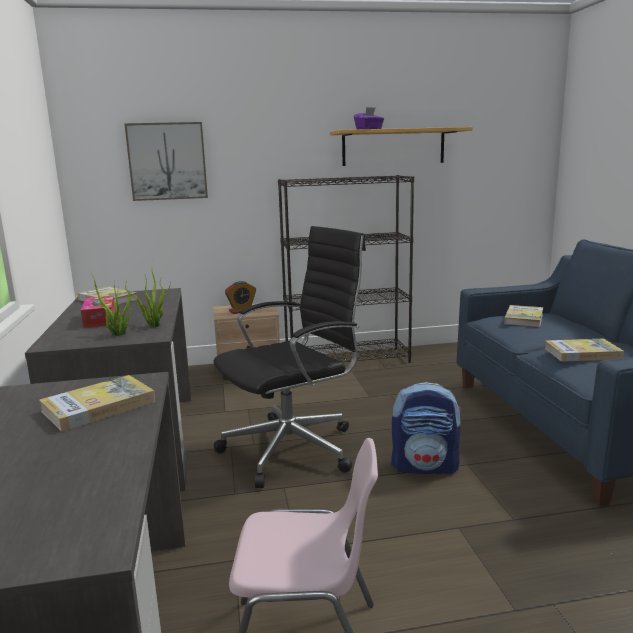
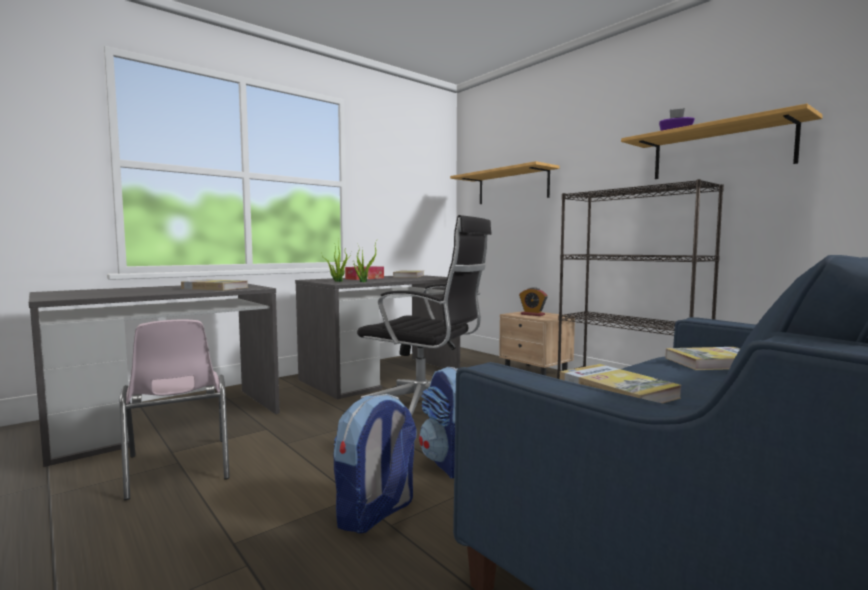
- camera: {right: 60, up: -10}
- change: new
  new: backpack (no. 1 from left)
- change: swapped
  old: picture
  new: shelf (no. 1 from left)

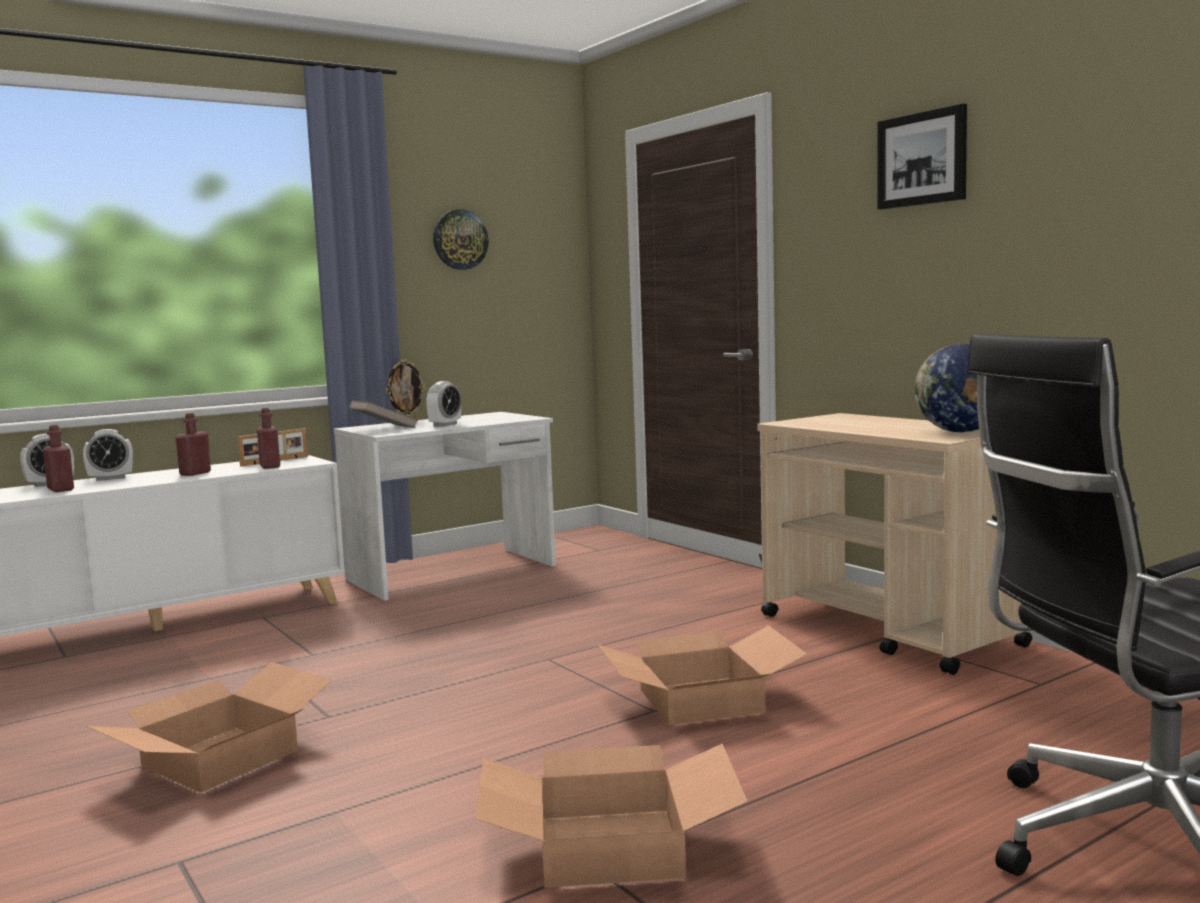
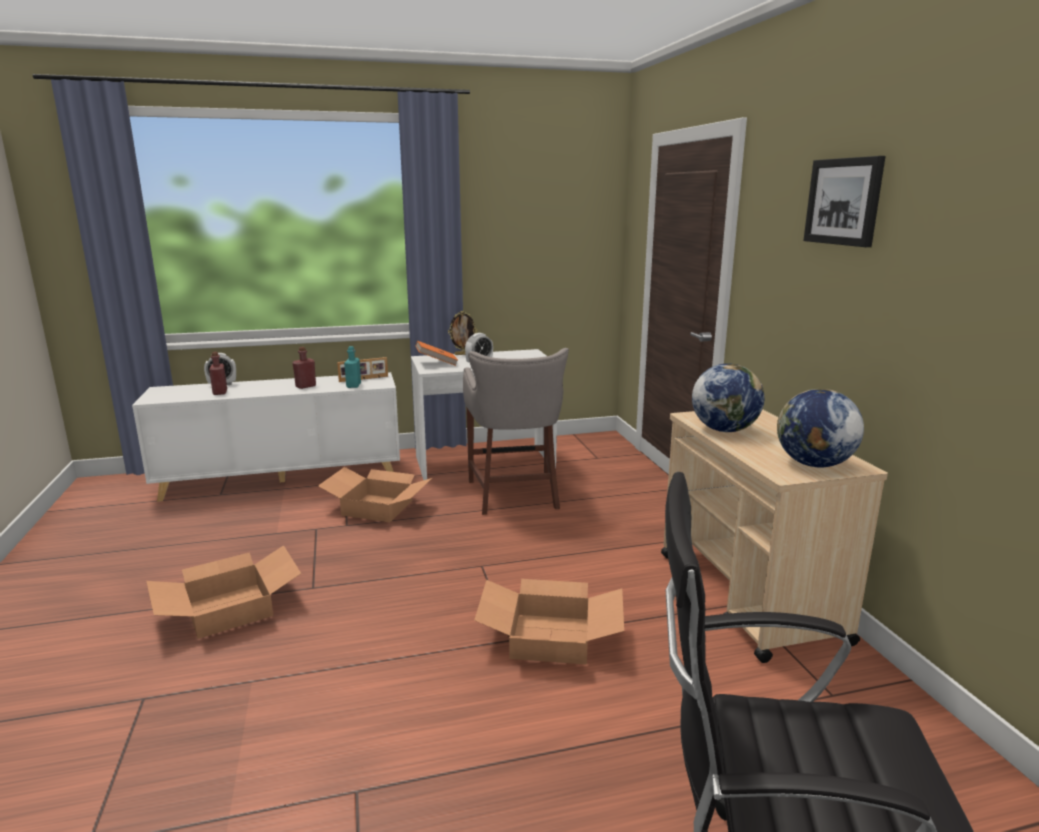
- camera: {right: 20, up: 10}
- change: gone
  old: alarm clock (no. 2 from left)
- change: gone
  old: wall clock
- change: new
  new: grey stool
- change: new
  new: globe (no. 1 from left)
- change: shifted
  old: cardboard box (no. 2 from left)
- change: repainted
  old: red bottle (no. 3 from left)
  new: turquoise bottle
- change: repainted
  old: grey book
  new: orange book

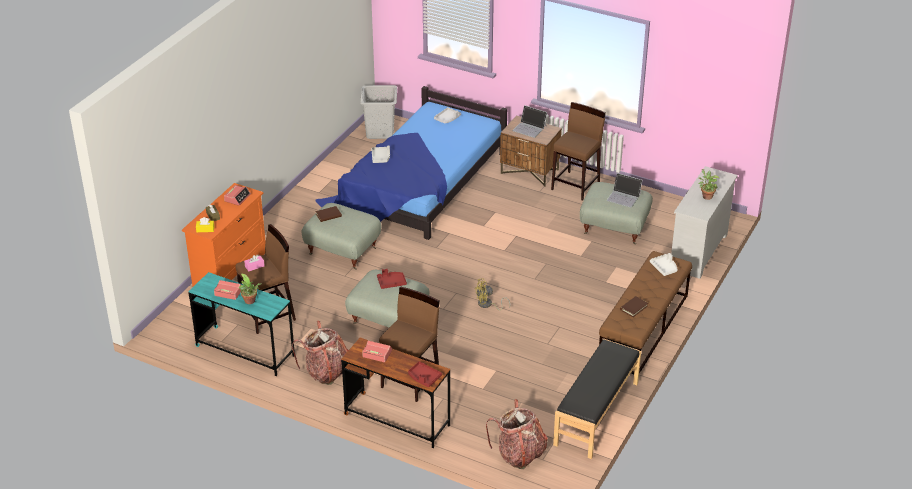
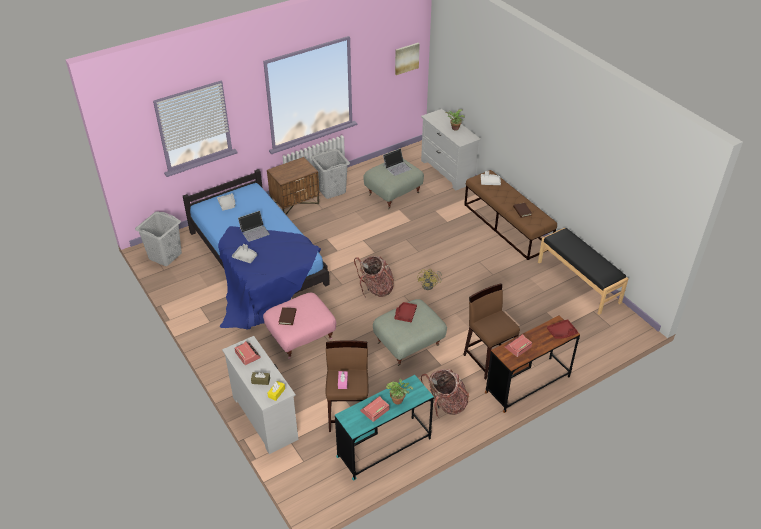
- camera: {right: -60, up: 5}
- change: new
  new: picture
- change: shifted
  old: backpack (no. 2 from left in the first image)
  new: backpack (no. 1 from left)
- change: shifted
  old: laptop (no. 1 from left)
- change: swapped
  old: brown stool (no. 3 from left)
  new: grey laundry basket (no. 2 from left)
- change: repainted
  old: orange dresser
  new: white dresser (no. 1 from left)
- change: repainted
  old: grey ottoman (no. 1 from left)
  new: pink ottoman

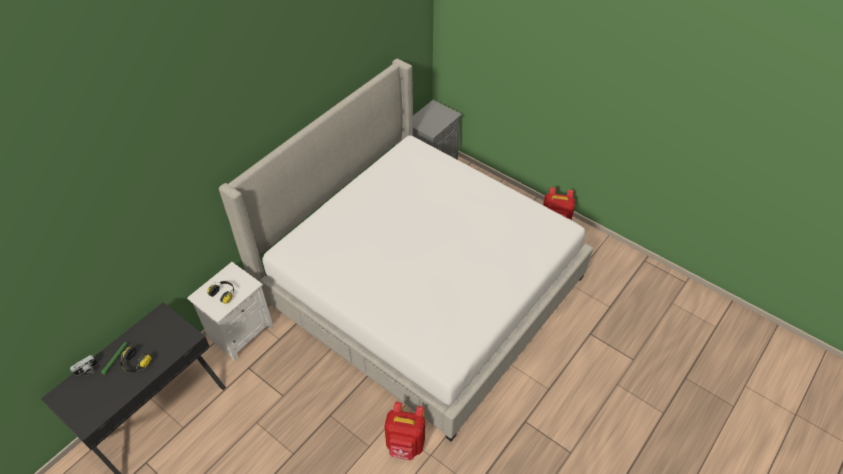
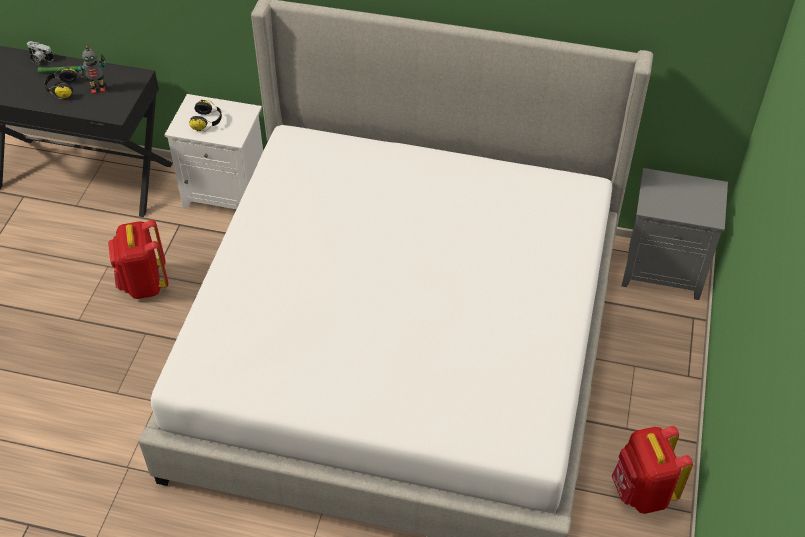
- camera: {right: 65, up: 0}
- change: new
  new: toy robot
- change: shifted
  old: red backpack (no. 1 from left)

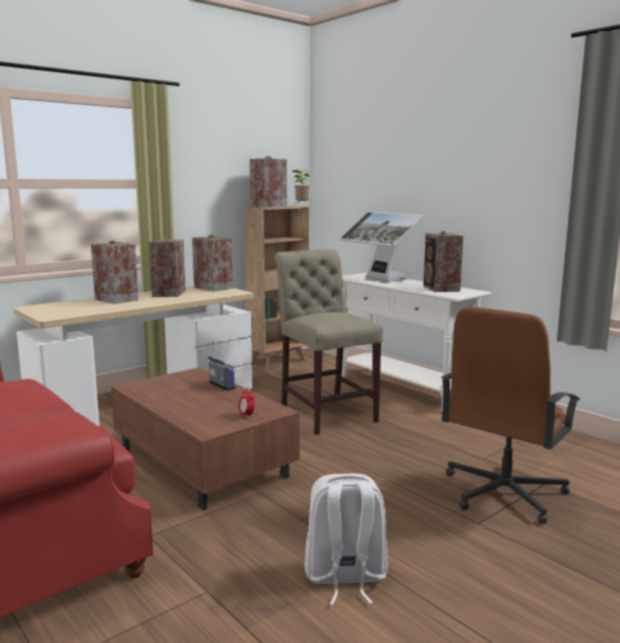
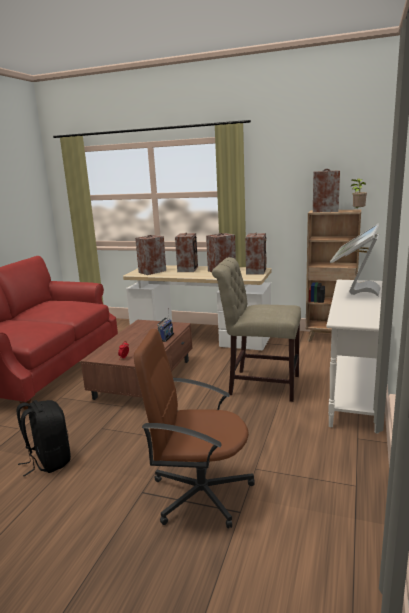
- camera: {right: 60, up: 5}
- change: shifted
  old: speaker (no. 5 from left in the first image)
  new: speaker (no. 1 from left)
- change: repainted
  old: white backpack
  new: black backpack
- change: rotated
  old: beige chair
  degrees: -105

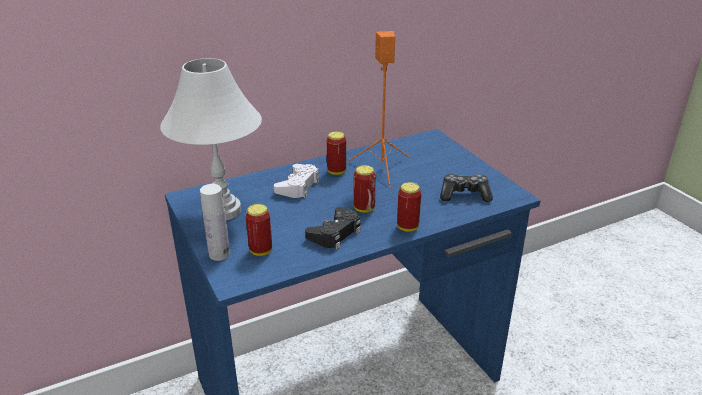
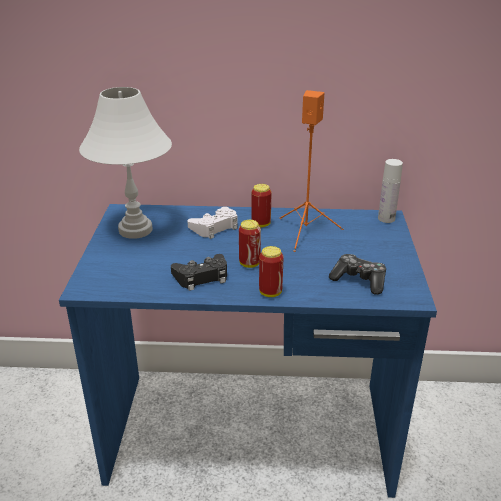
- camera: {right: 30, up: 0}
- change: gone
  old: can (no. 1 from left)
- change: shifted
  old: white bottle

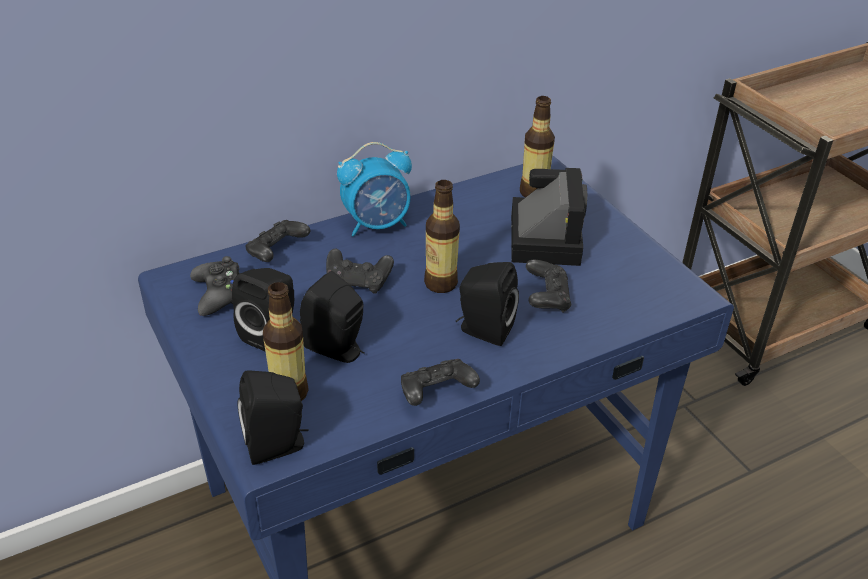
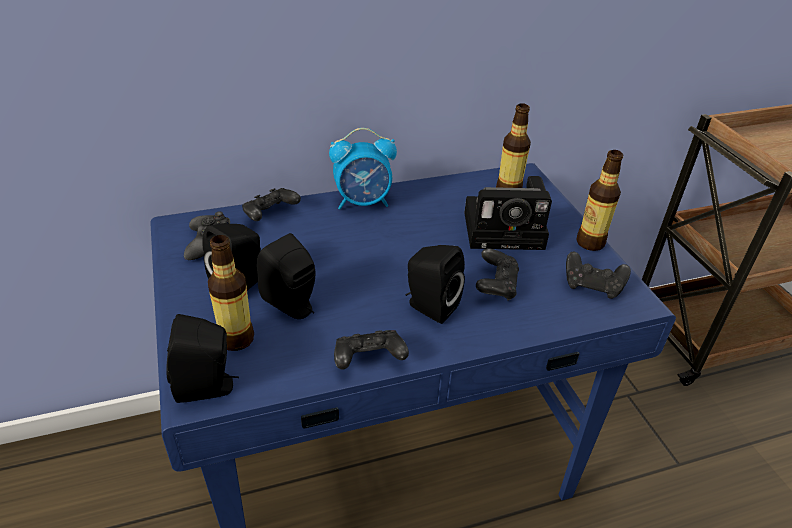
- camera: {right: 10, up: 0}
- change: shifted
  old: black game controller (no. 3 from left in the first image)
  new: black game controller (no. 5 from left)
- change: shifted
  old: bottle (no. 2 from left in the first image)
  new: bottle (no. 3 from left)
- change: rotated
  old: photo camera
  degrees: 75

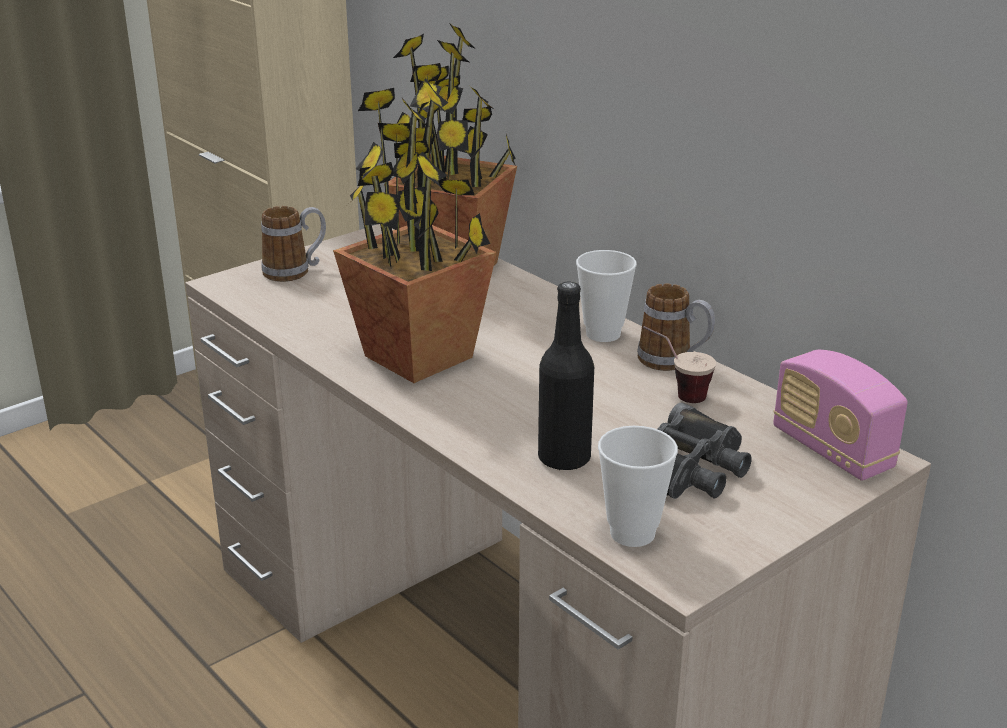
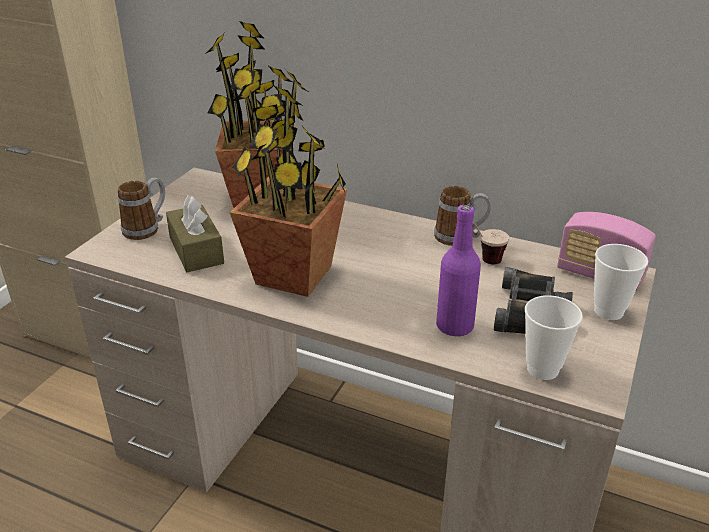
- camera: {right: -25, up: 5}
- change: new
  new: brown tissue box
- change: shifted
  old: cup (no. 1 from left in the first image)
  new: cup (no. 3 from left)
- change: repainted
  old: black bottle
  new: purple bottle

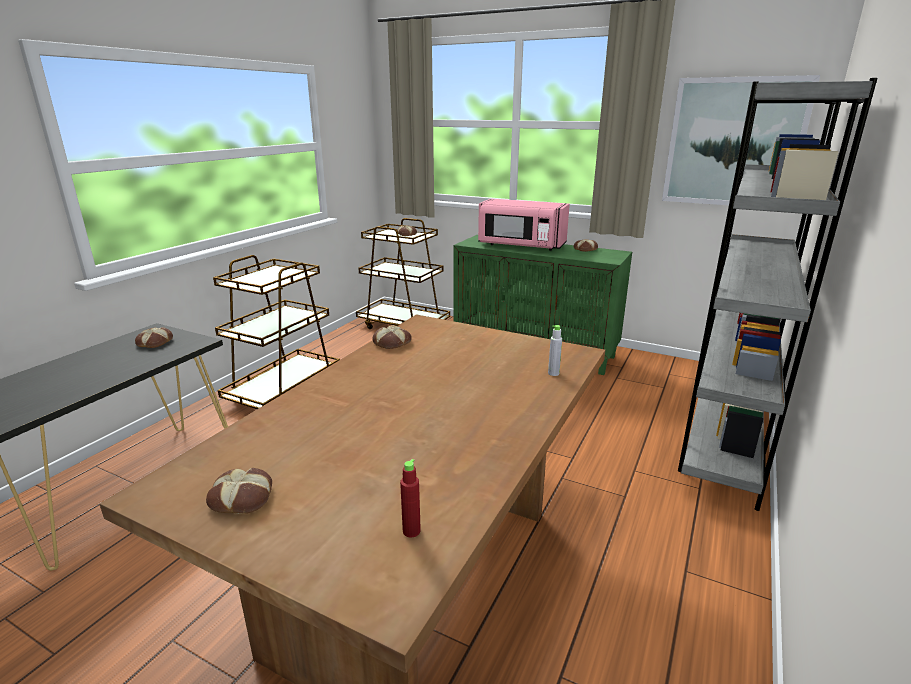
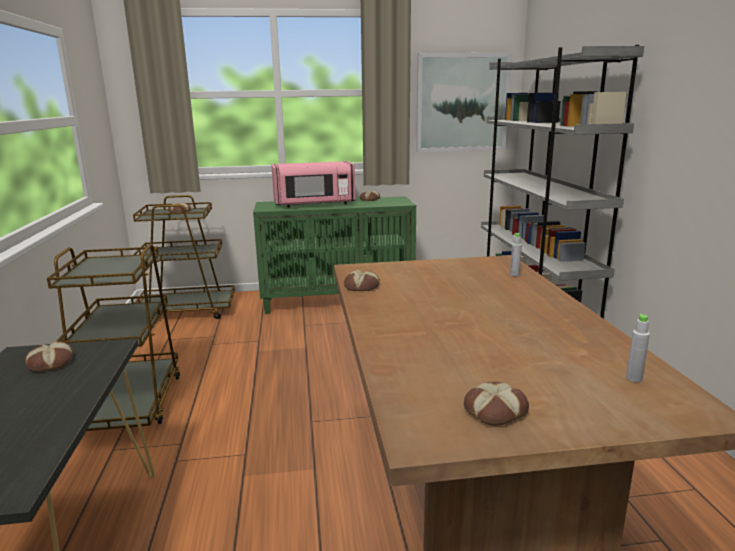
- camera: {right: -35, up: -5}
- change: repainted
  old: red bottle
  new: grey bottle (no. 2 from left)

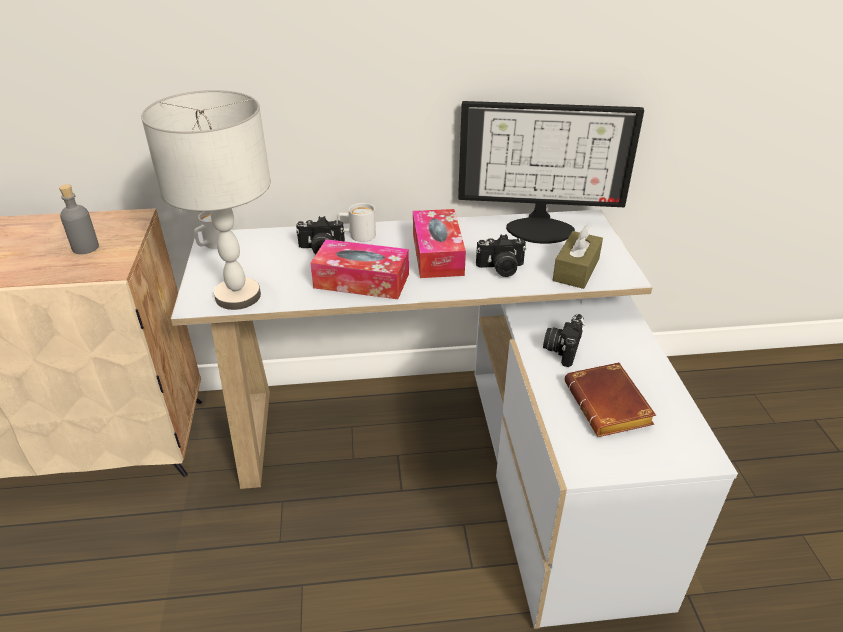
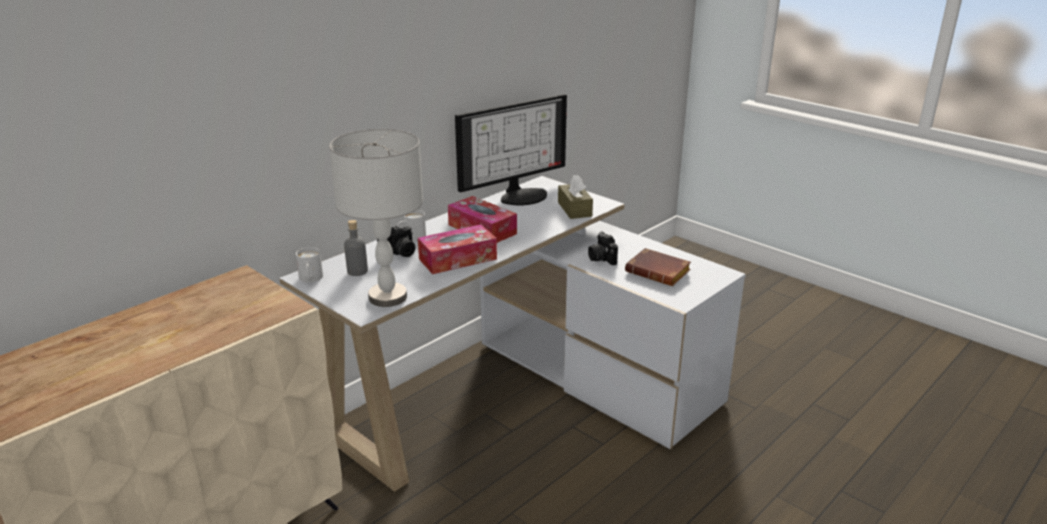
- camera: {right: -40, up: -10}
- change: gone
  old: photo camera (no. 2 from left)
- change: shifted
  old: grey bottle

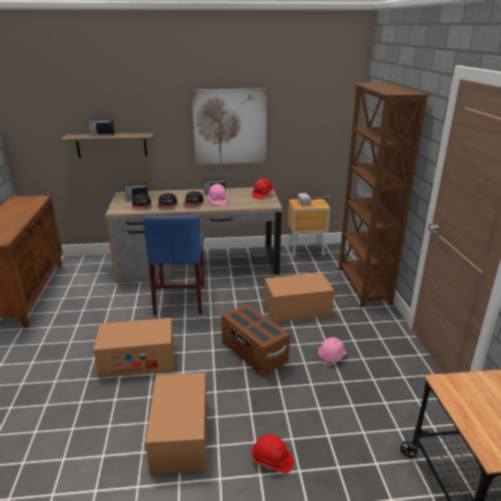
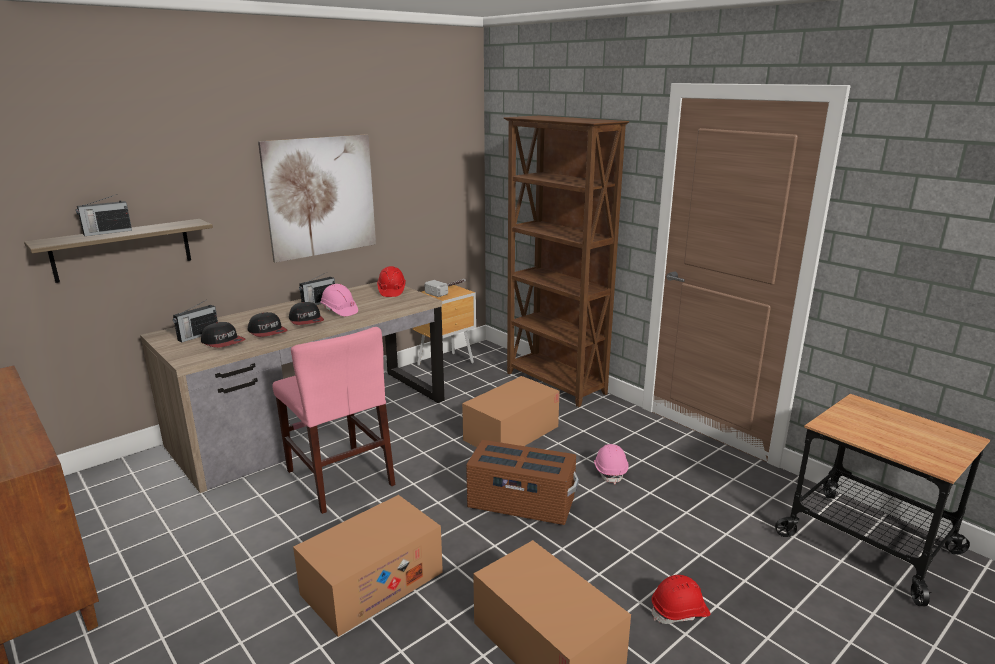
- camera: {right: -35, up: -5}
- change: repainted
  old: blue chair
  new: pink chair

